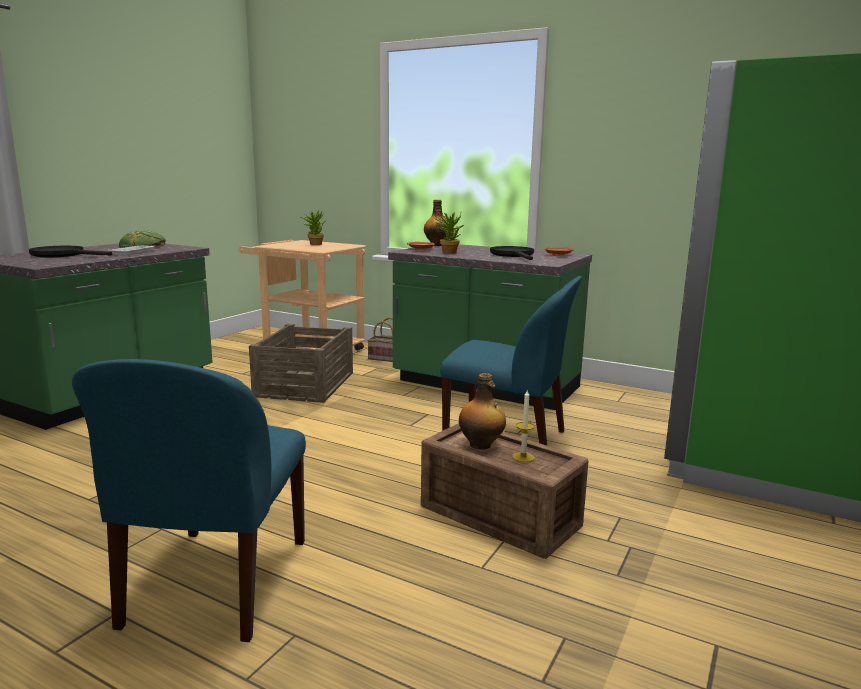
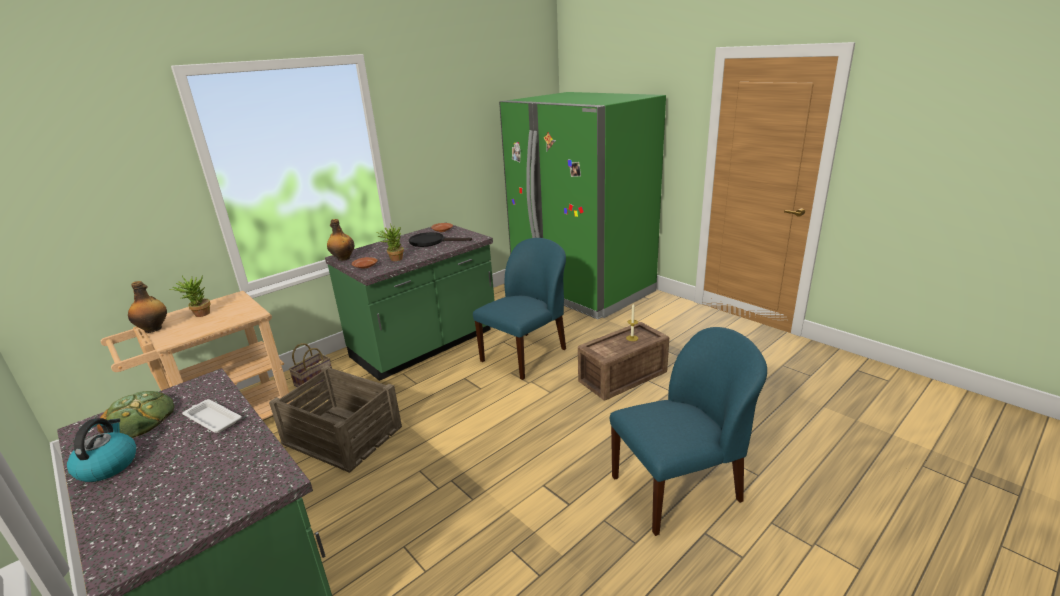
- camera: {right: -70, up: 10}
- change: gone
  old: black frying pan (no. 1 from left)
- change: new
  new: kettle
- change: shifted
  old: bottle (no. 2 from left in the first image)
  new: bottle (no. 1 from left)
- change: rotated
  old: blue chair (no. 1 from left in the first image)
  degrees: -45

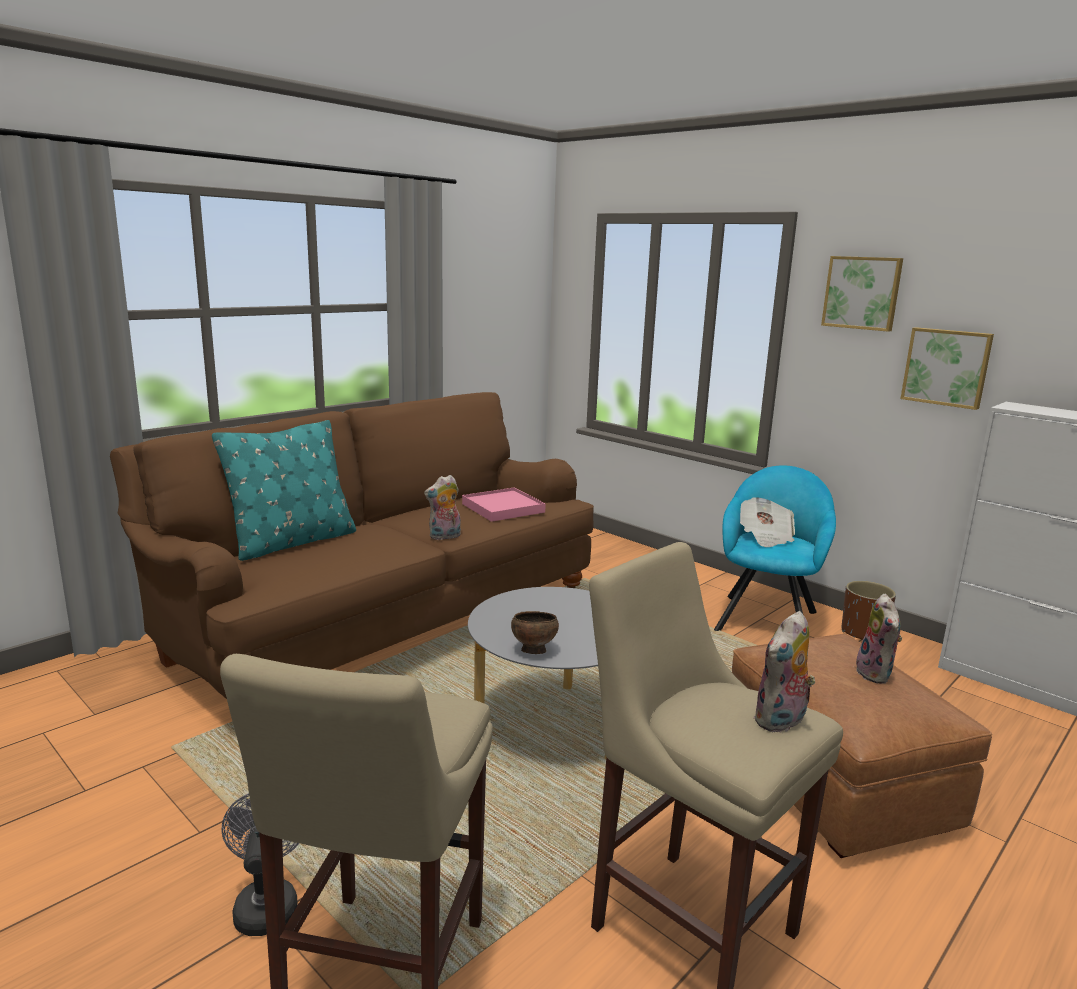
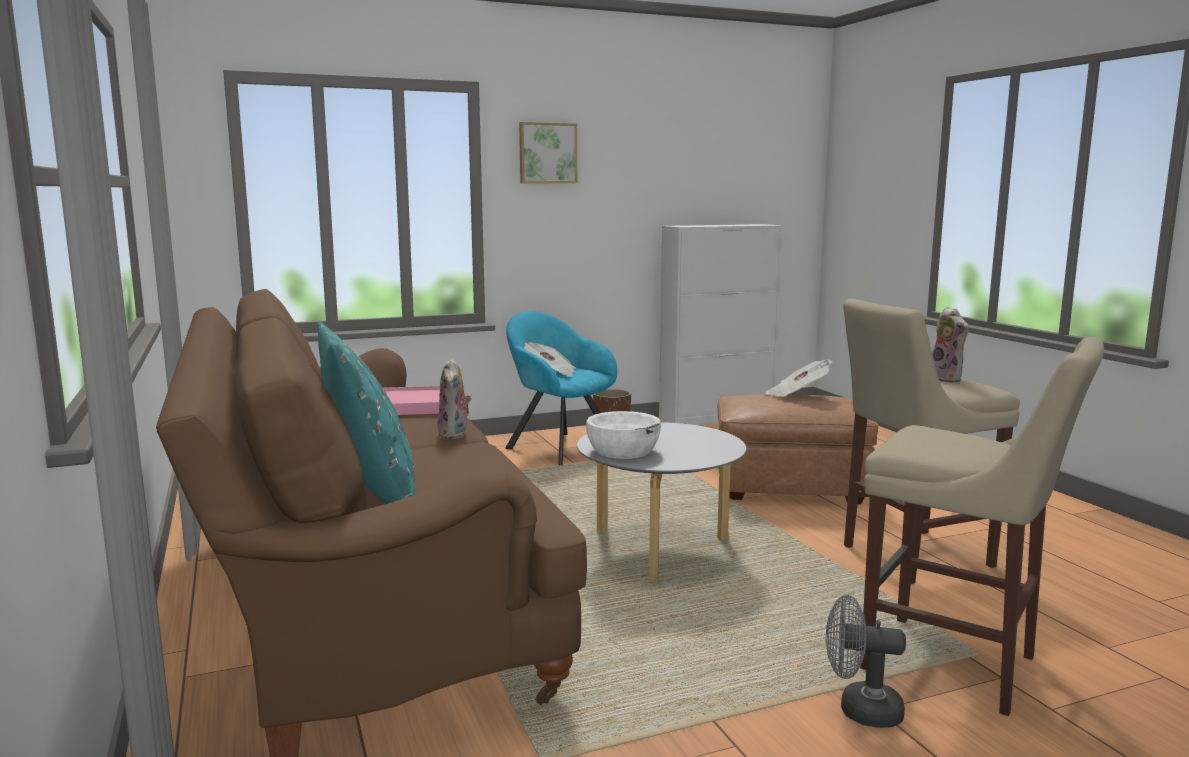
- camera: {right: -65, up: -5}
- change: gone
  old: brown bowl
- change: gone
  old: picture (no. 2 from left)
- change: new
  new: white bowl
- change: swapped
  old: plush toy (no. 3 from left)
  new: newspaper (no. 2 from left)

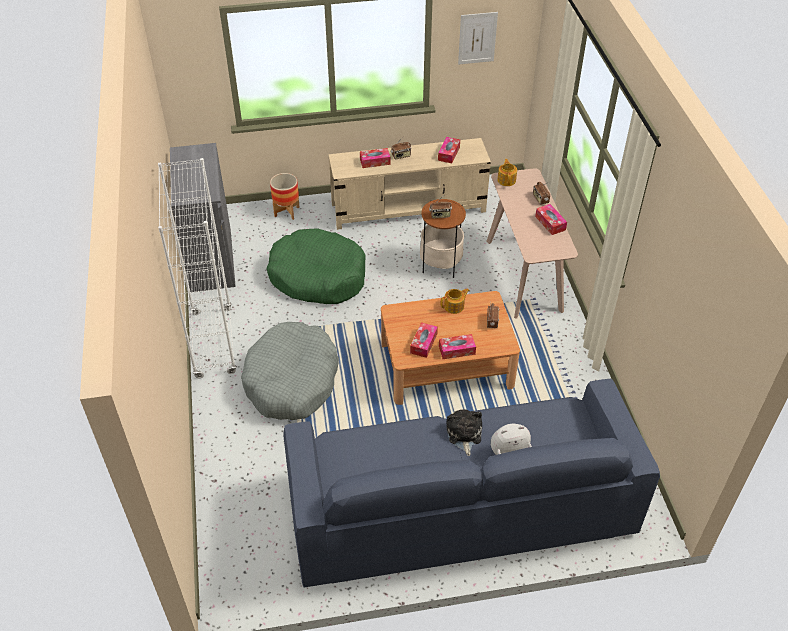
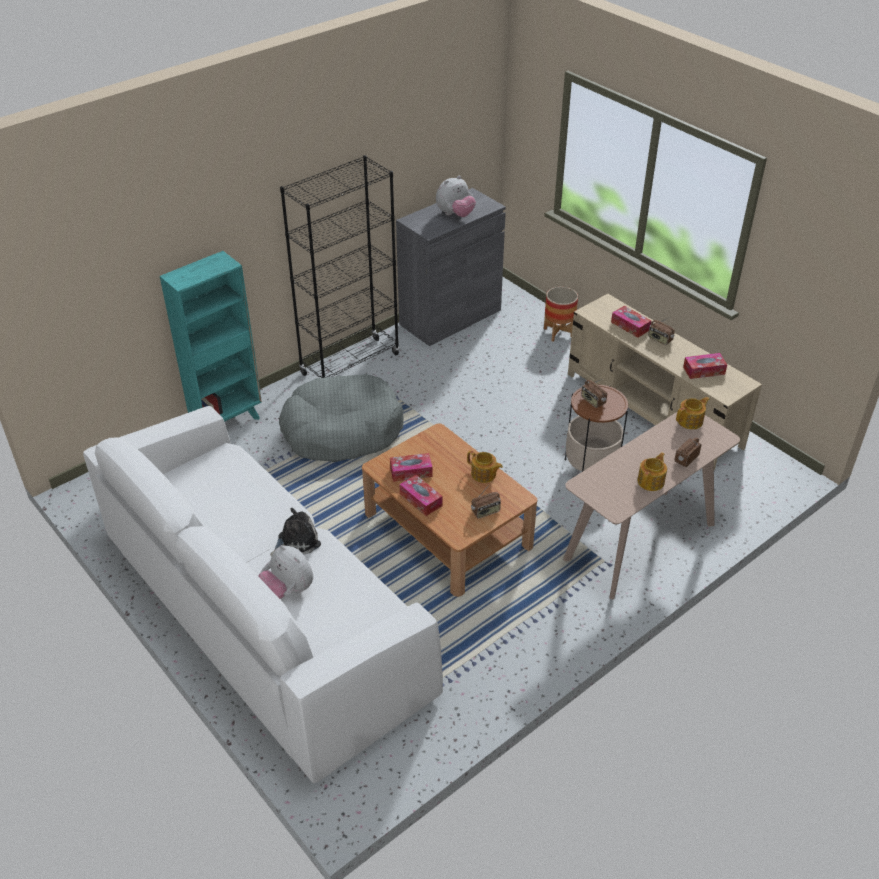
- camera: {right: 60, up: -5}
- change: gone
  old: green dog bed
- change: gone
  old: picture
- change: new
  new: turquoise bookcase
- change: new
  new: plush toy (no. 3 from left)
- change: swapped
  old: tissue box (no. 5 from left)
  new: teapot (no. 2 from left)
- change: repainted
  old: white bookcase
  new: black bookcase
- change: repainted
  old: blue sofa
  new: white sofa

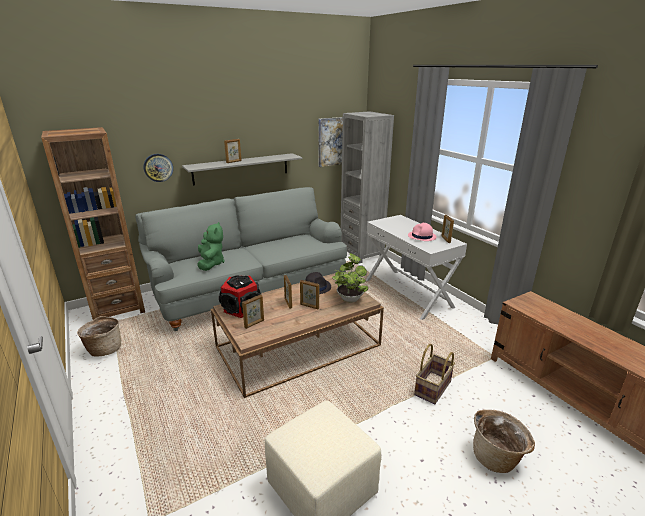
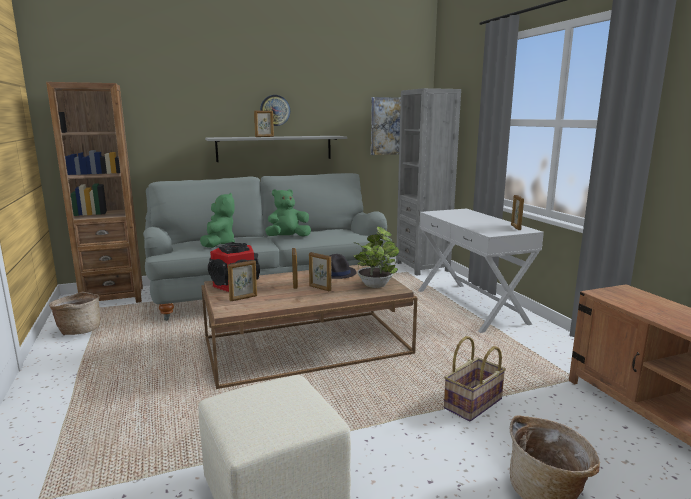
- camera: {right: 10, up: -10}
- change: gone
  old: pink hat
- change: new
  new: green plush toy (no. 2 from left)
- change: shifted
  old: wall clock

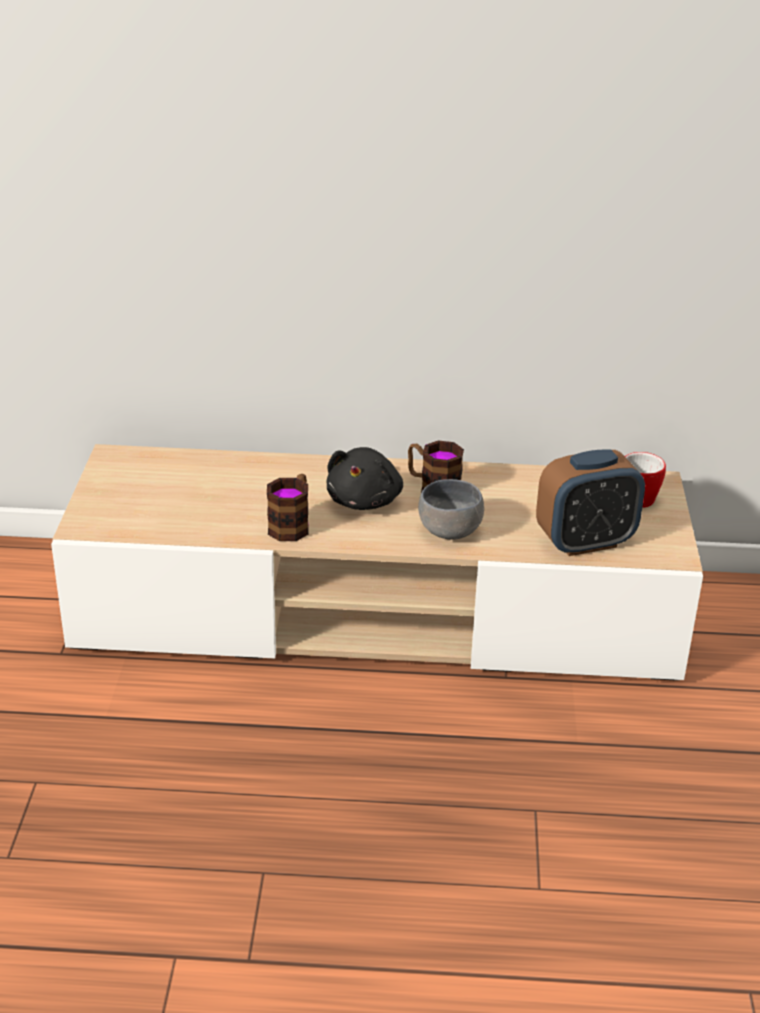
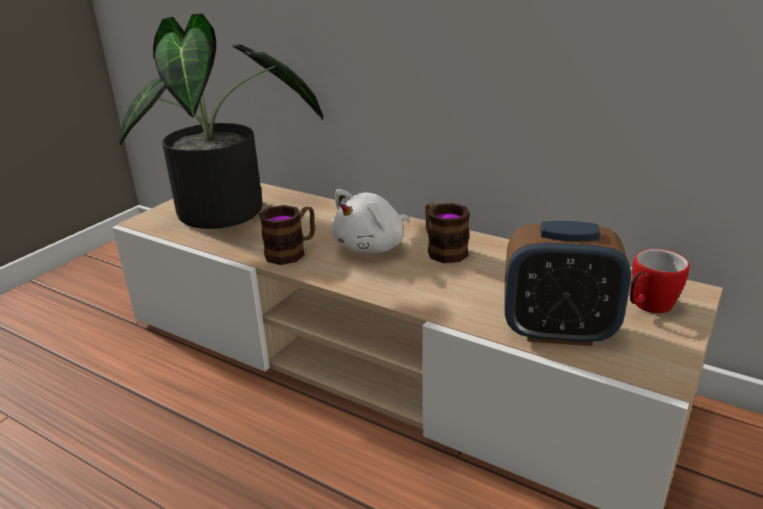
- camera: {right: 30, up: -5}
- change: gone
  old: grey bowl
- change: new
  new: potted plant
- change: repainted
  old: black plush toy
  new: white plush toy

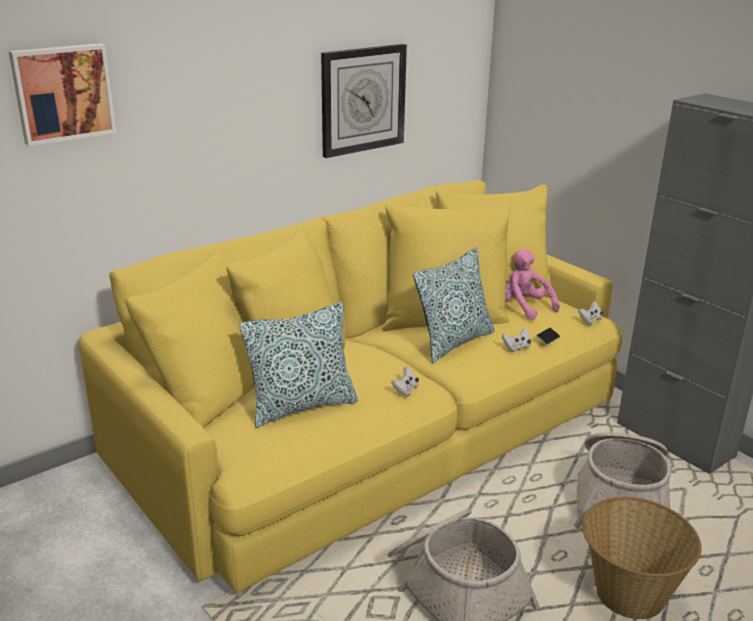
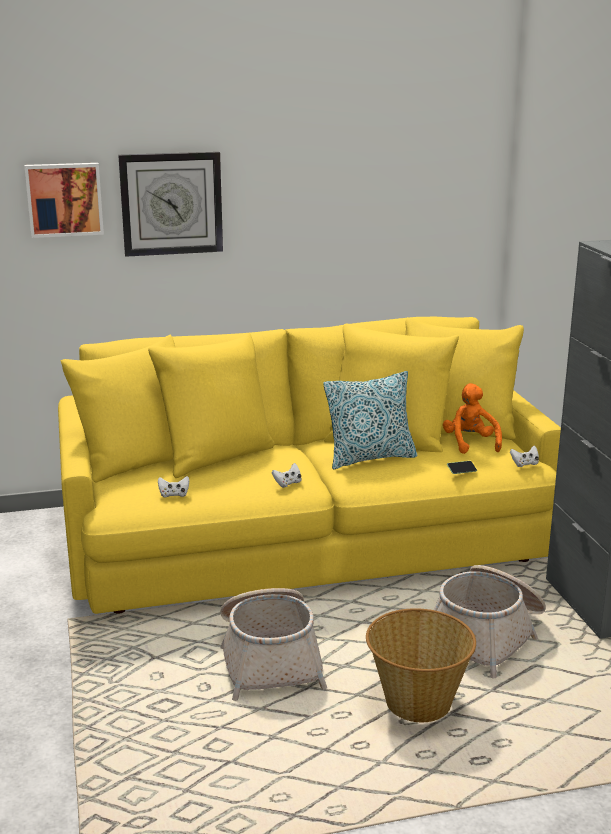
- camera: {right: 25, up: -5}
- change: gone
  old: pillow (no. 1 from left)
- change: shifted
  old: wall clock
- change: shifted
  old: white game controller (no. 2 from left in the first image)
  new: white game controller (no. 1 from left)
- change: repainted
  old: pink plush toy
  new: orange plush toy

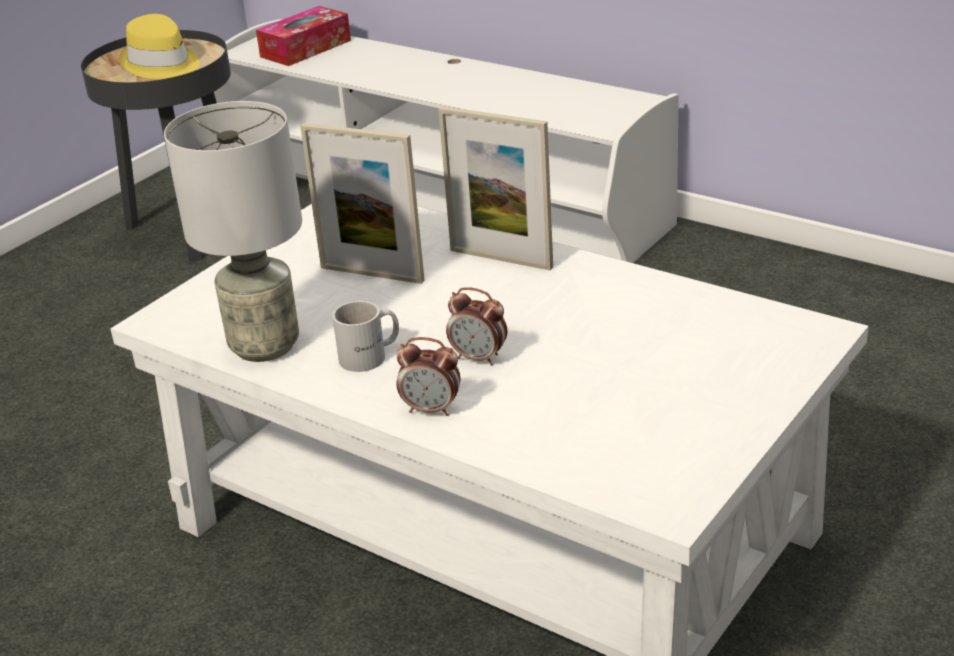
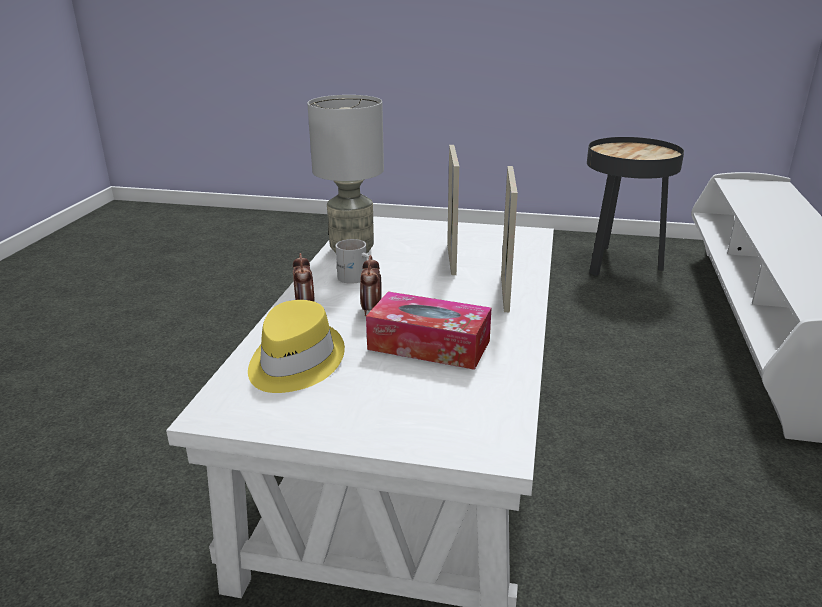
- camera: {right: 65, up: -5}
- change: shifted
  old: yellow hat
- change: shifted
  old: tissue box

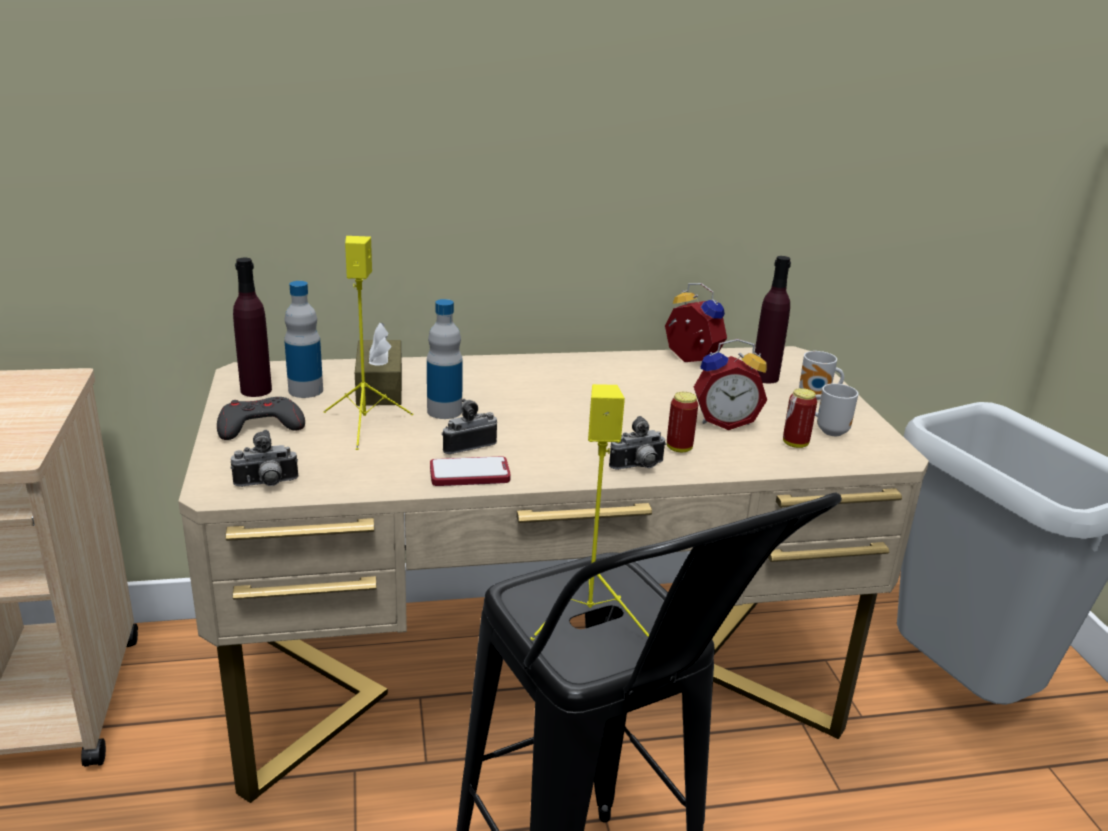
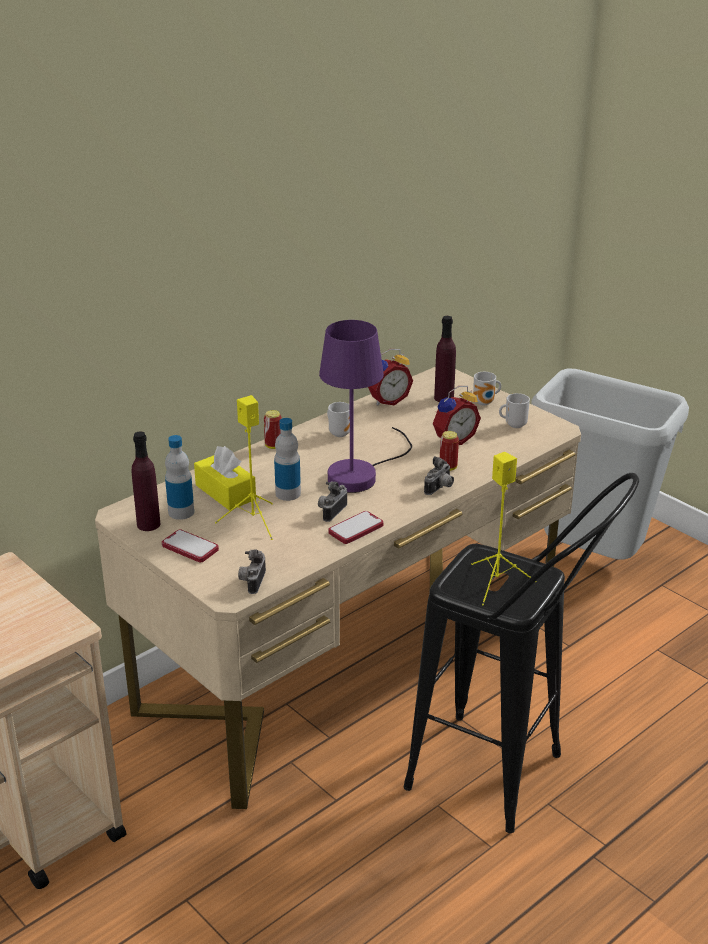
- camera: {right: -30, up: 5}
- change: new
  new: purple table lamp
- change: new
  new: mug (no. 1 from left)
- change: shifted
  old: can (no. 2 from left in the first image)
  new: can (no. 1 from left)
- change: swapped
  old: grey game controller
  new: phone (no. 1 from left)
- change: repainted
  old: brown tissue box
  new: yellow tissue box
- change: rotated
  old: photo camera (no. 1 from left)
  degrees: 150
- change: rotated
  old: alarm clock (no. 1 from left)
  degrees: 135

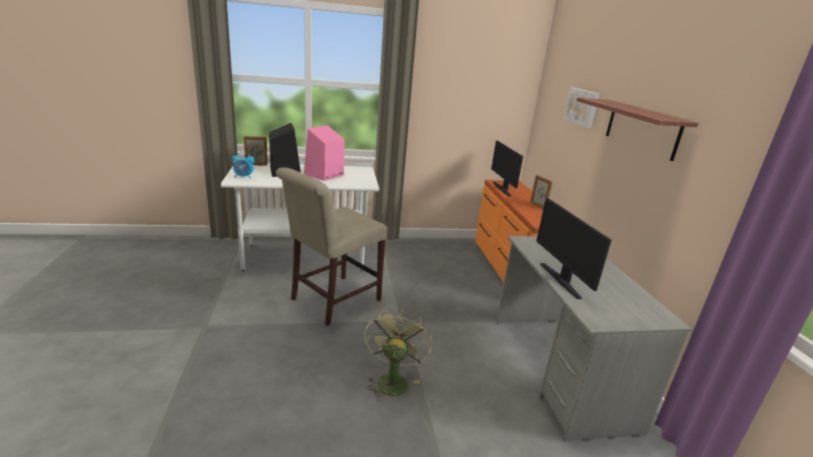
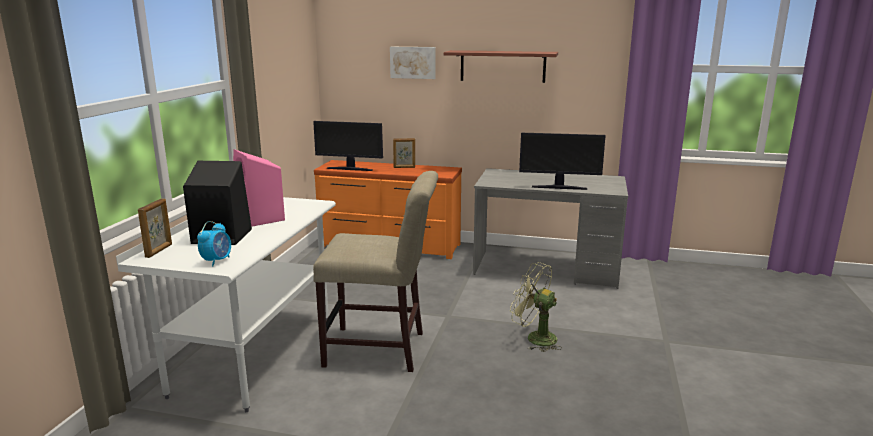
- camera: {right: -65, up: -5}
- change: rotated
  old: beige chair
  degrees: -60

